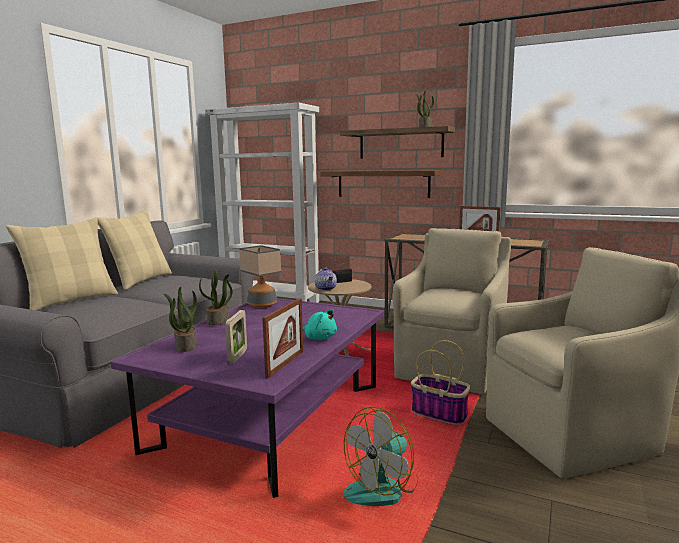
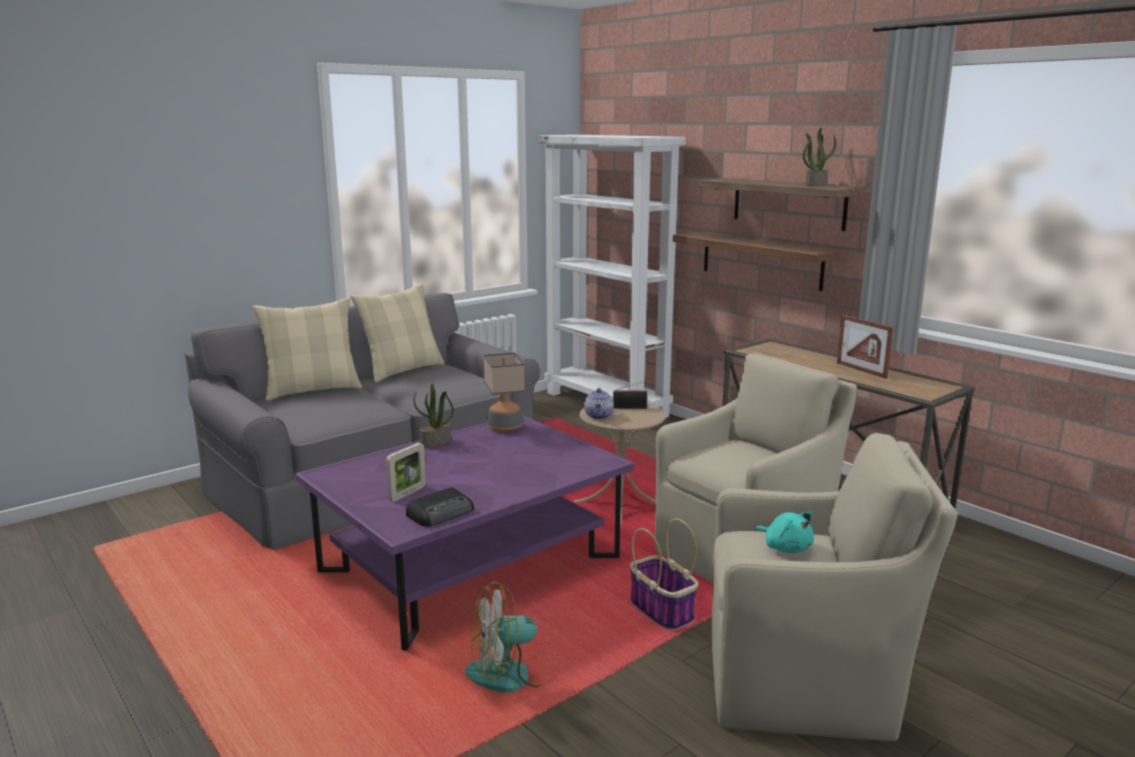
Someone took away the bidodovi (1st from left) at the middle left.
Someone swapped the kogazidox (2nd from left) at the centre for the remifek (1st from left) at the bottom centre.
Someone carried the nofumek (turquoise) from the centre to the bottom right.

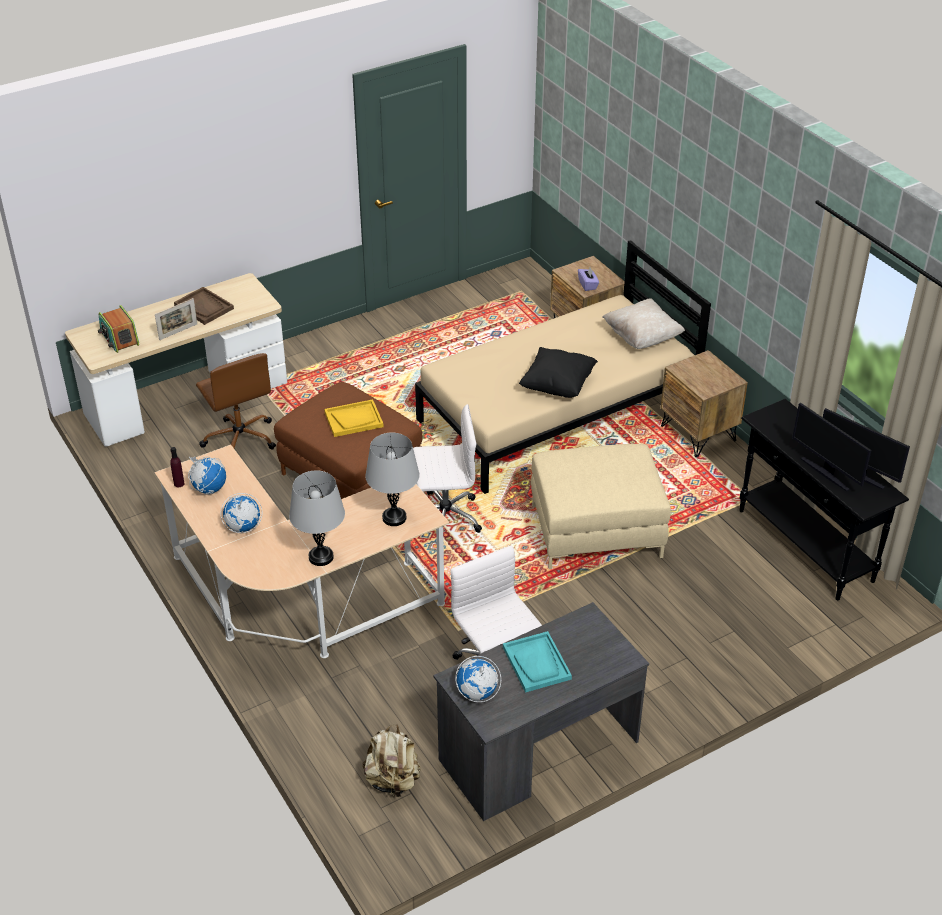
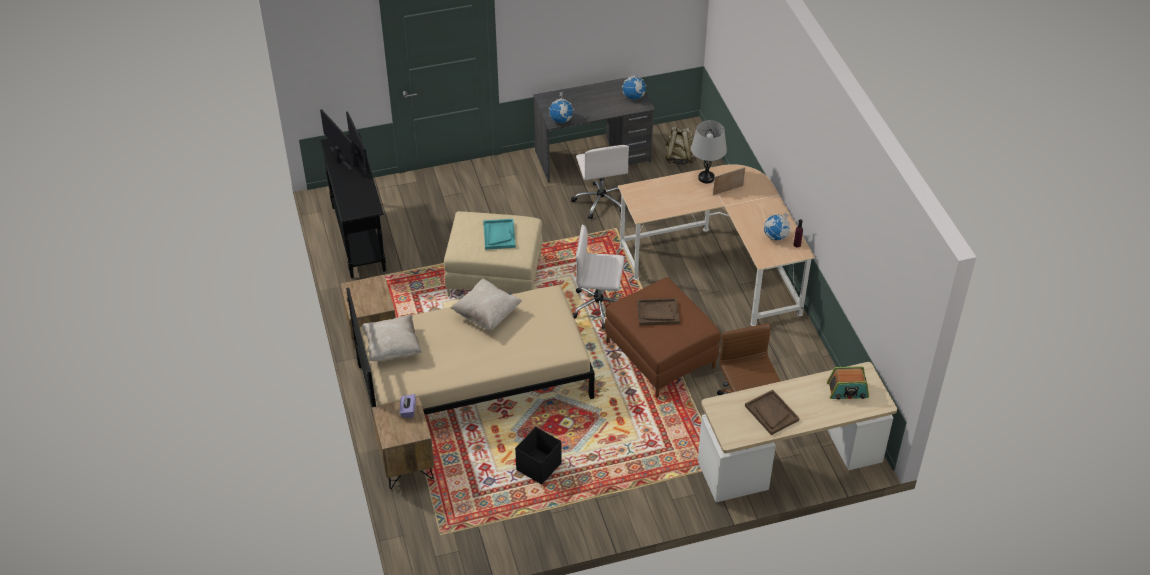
Someone rotated the remifek at the middle left by 105 degrees clockwise.
Someone carried the kogazidox from the middle left to the top centre.
Someone carried the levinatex (2nd from left in the first image) from the middle left to the top centre.
Someone repainted the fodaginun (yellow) at the centre, which became the fodaginun (brown) (1st from left) at the centre.
Someone took away the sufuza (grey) (2nd from left) at the centre.
Someone carried the fodaginun (turquoise) from the bottom centre to the centre.
Someone repainted the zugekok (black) at the centre, which became the zugekok (beige) (2nd from left) at the centre.
Someone put down the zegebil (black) at the bottom centre.

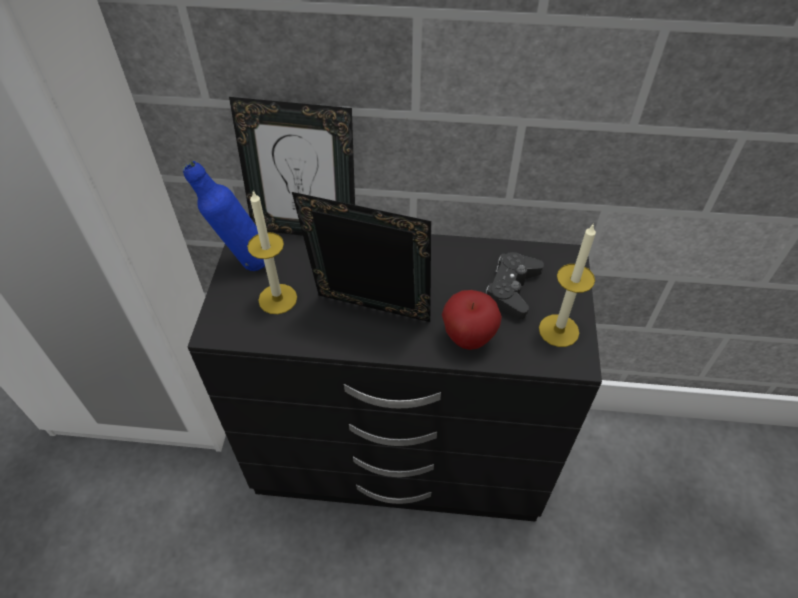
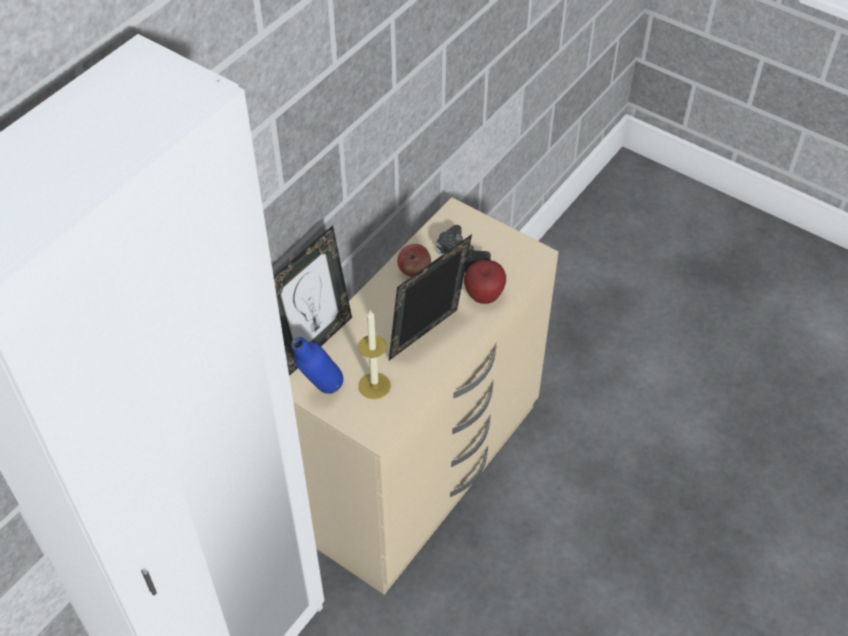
Someone repainted the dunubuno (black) at the centre, which became the dunubuno (beige) at the centre.
Someone took away the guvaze (2nd from left) at the middle right.
Someone put down the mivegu (1st from left) at the centre.

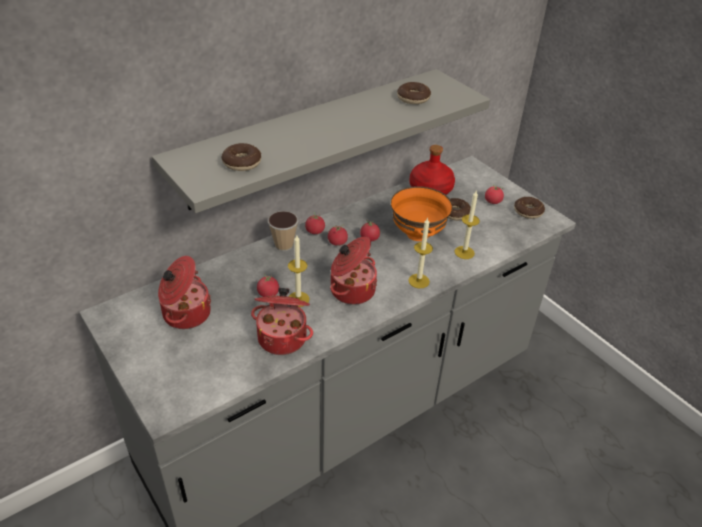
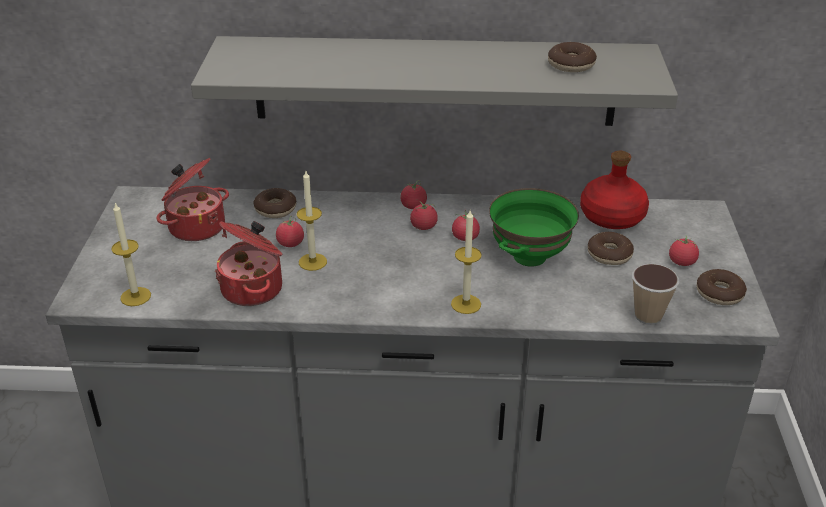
Someone carried the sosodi (1st from left) from the top centre to the middle left.
Someone carried the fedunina from the centre to the middle right.
Someone took away the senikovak (3rd from left) at the centre.
Someone repainted the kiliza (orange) at the centre, which became the kiliza (green) at the centre.
Someone carried the guvaze (3rd from left in the first image) from the centre to the middle left.

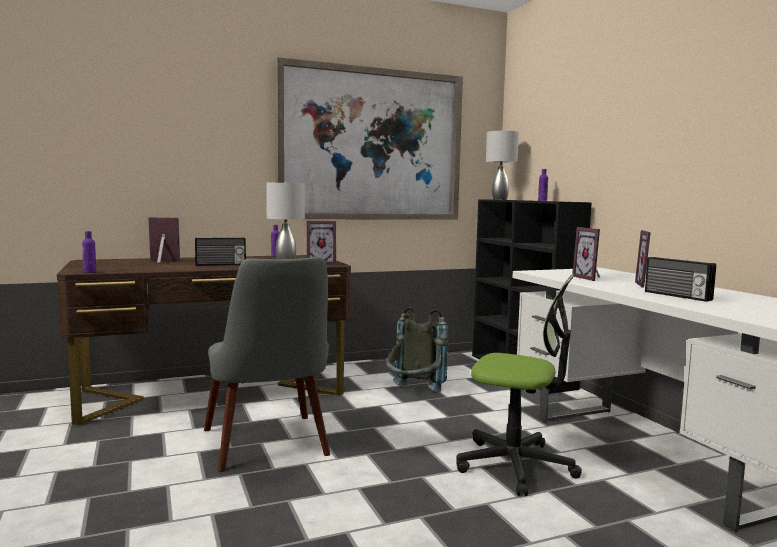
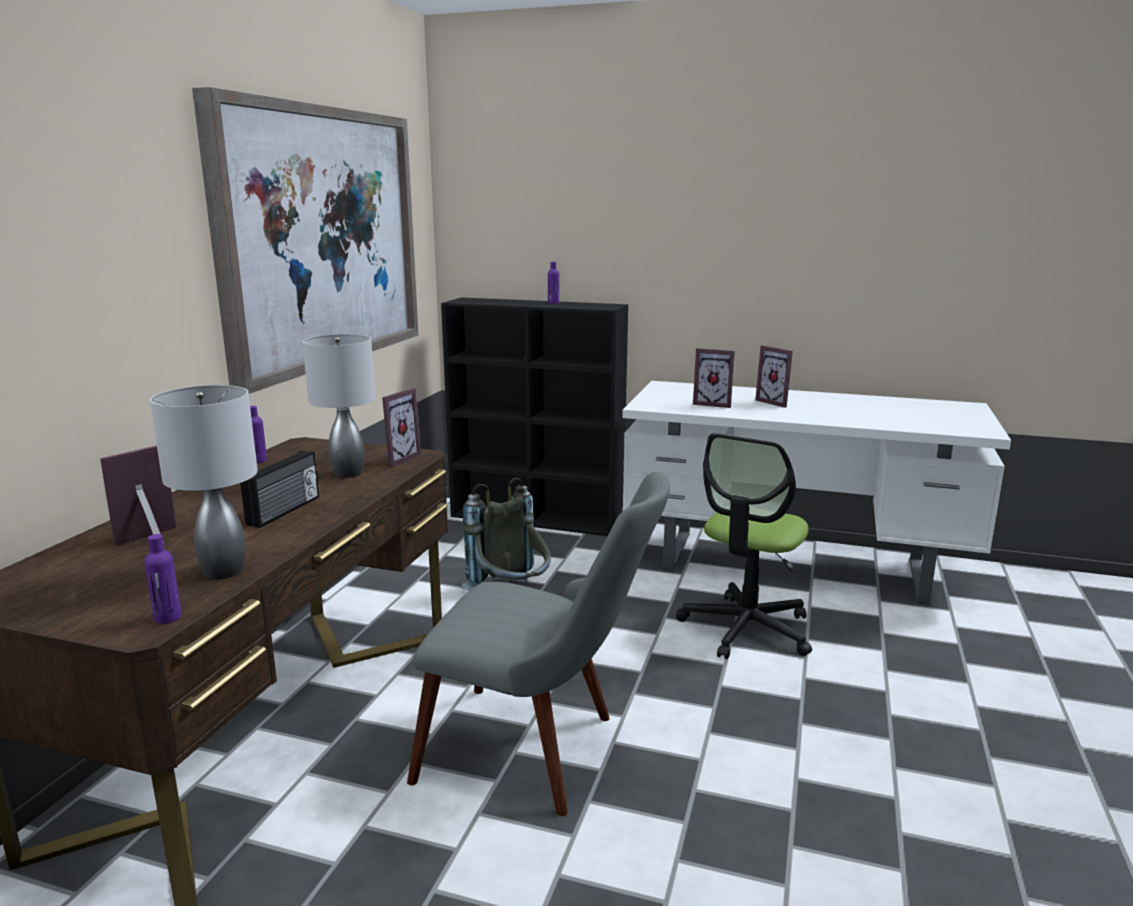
Someone rotated the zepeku at the bottom right by 150 degrees clockwise.
Someone carried the sufuza (grey) (2nd from left in the first image) from the top centre to the middle left.
Someone took away the remifek (2nd from left) at the middle right.

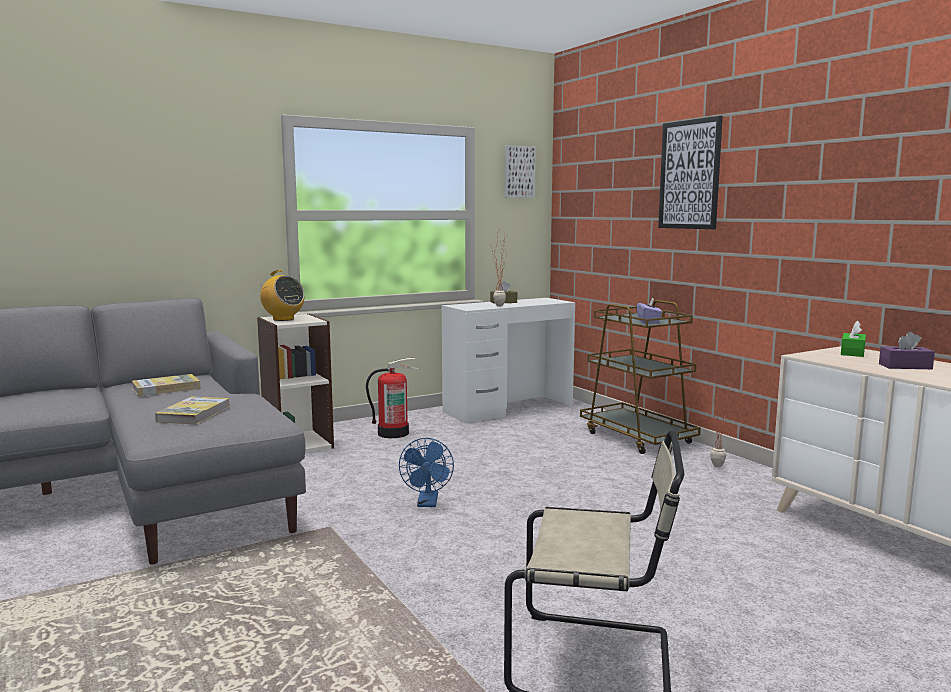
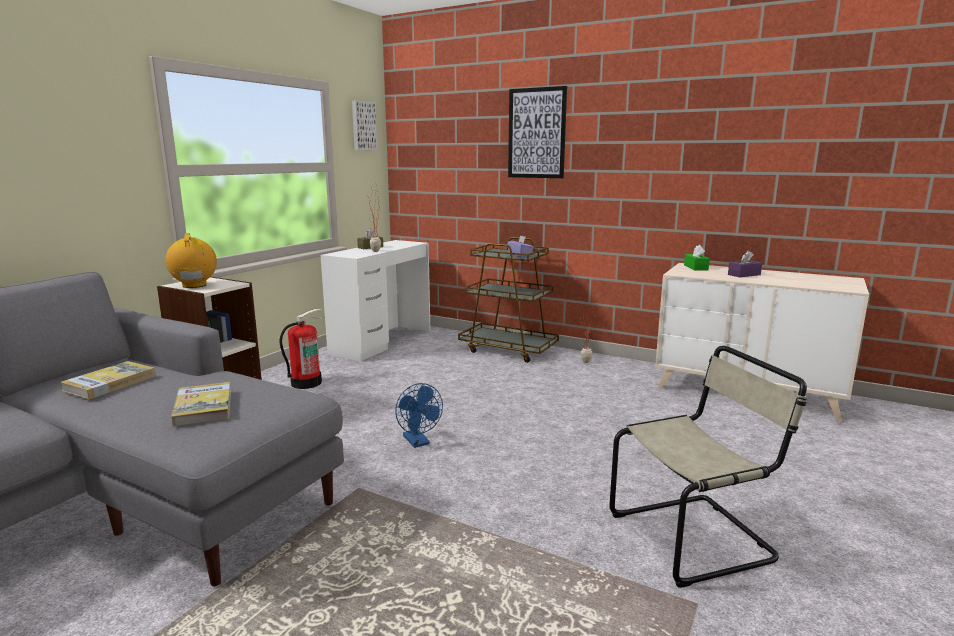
Someone rotated the remifek at the middle left by 120 degrees counterclockwise.

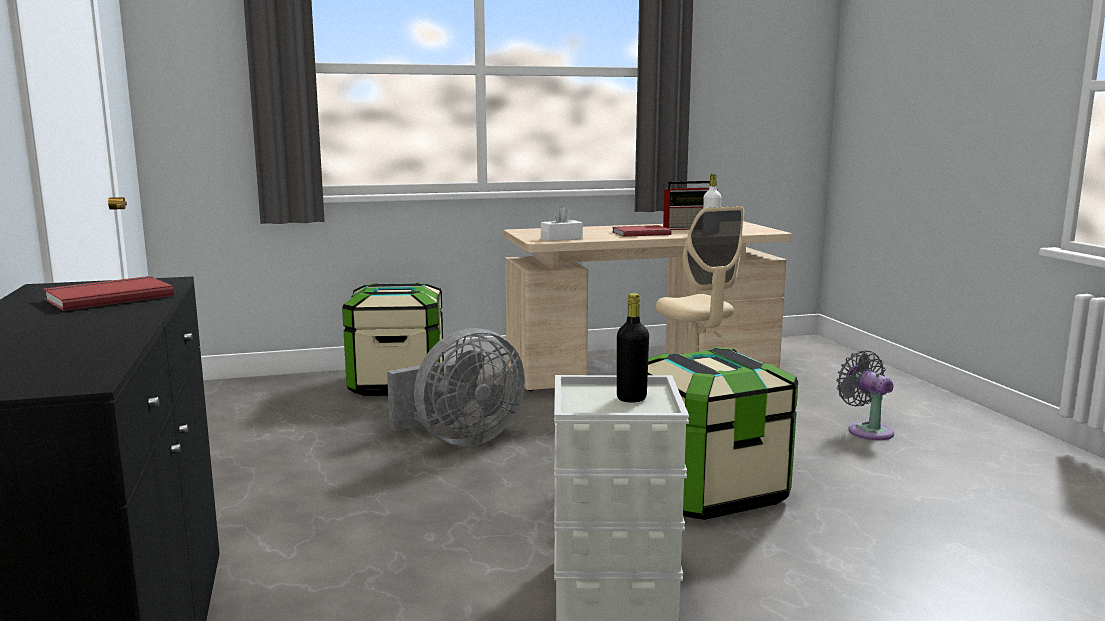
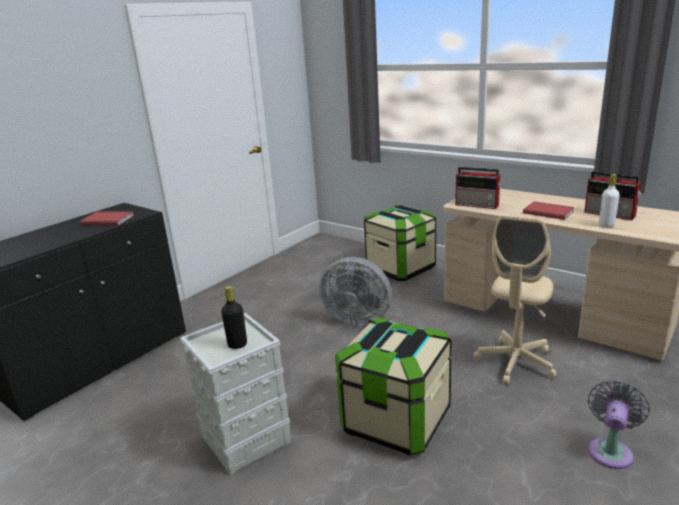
Someone swapped the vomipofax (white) at the centre for the remifek (1st from left) at the middle right.

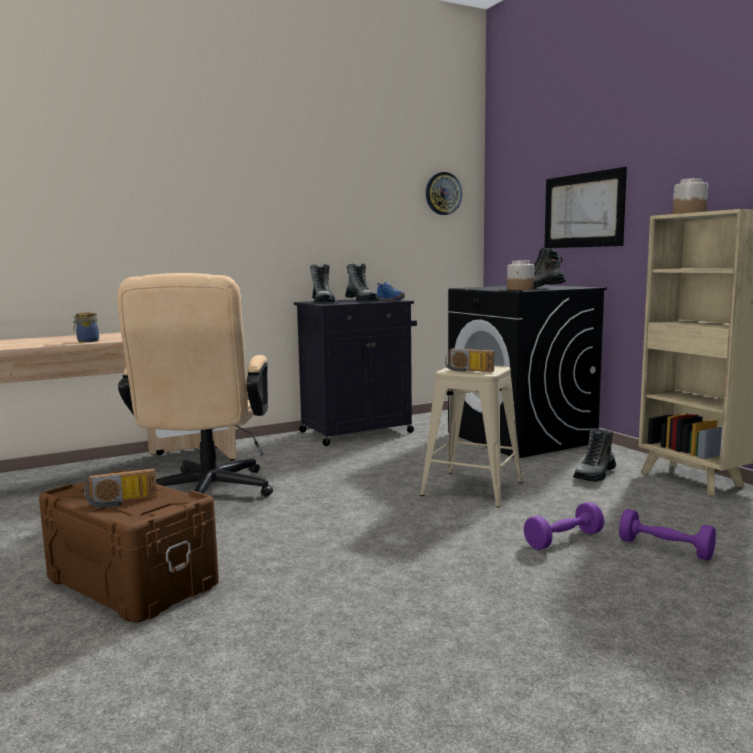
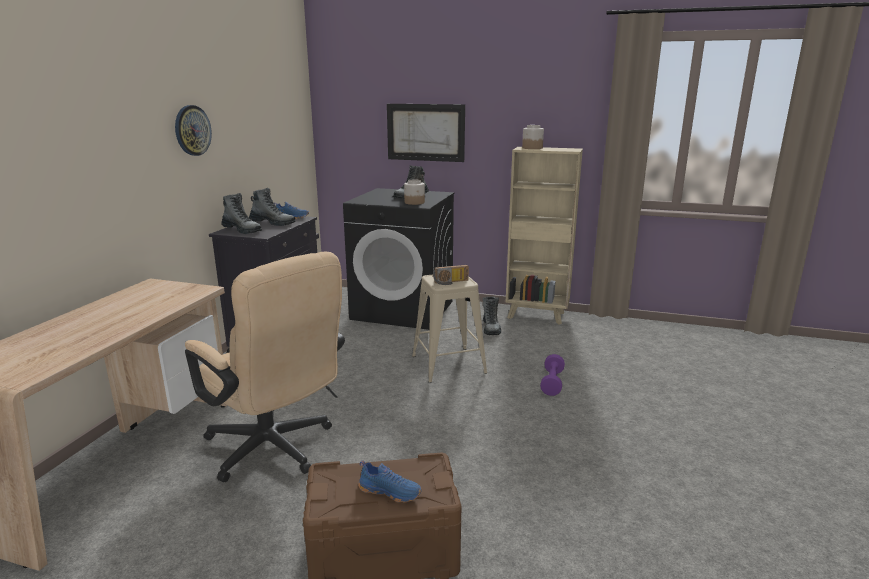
Someone took away the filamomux (1st from left) at the middle left.
Someone swapped the remifek (1st from left) at the middle left for the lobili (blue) (2nd from left) at the bottom centre.
Someone carried the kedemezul from the top centre to the top left.
Someone took away the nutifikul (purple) (2nd from left) at the bottom right.

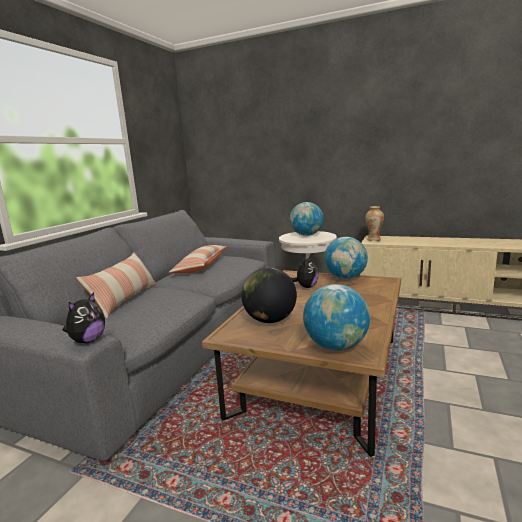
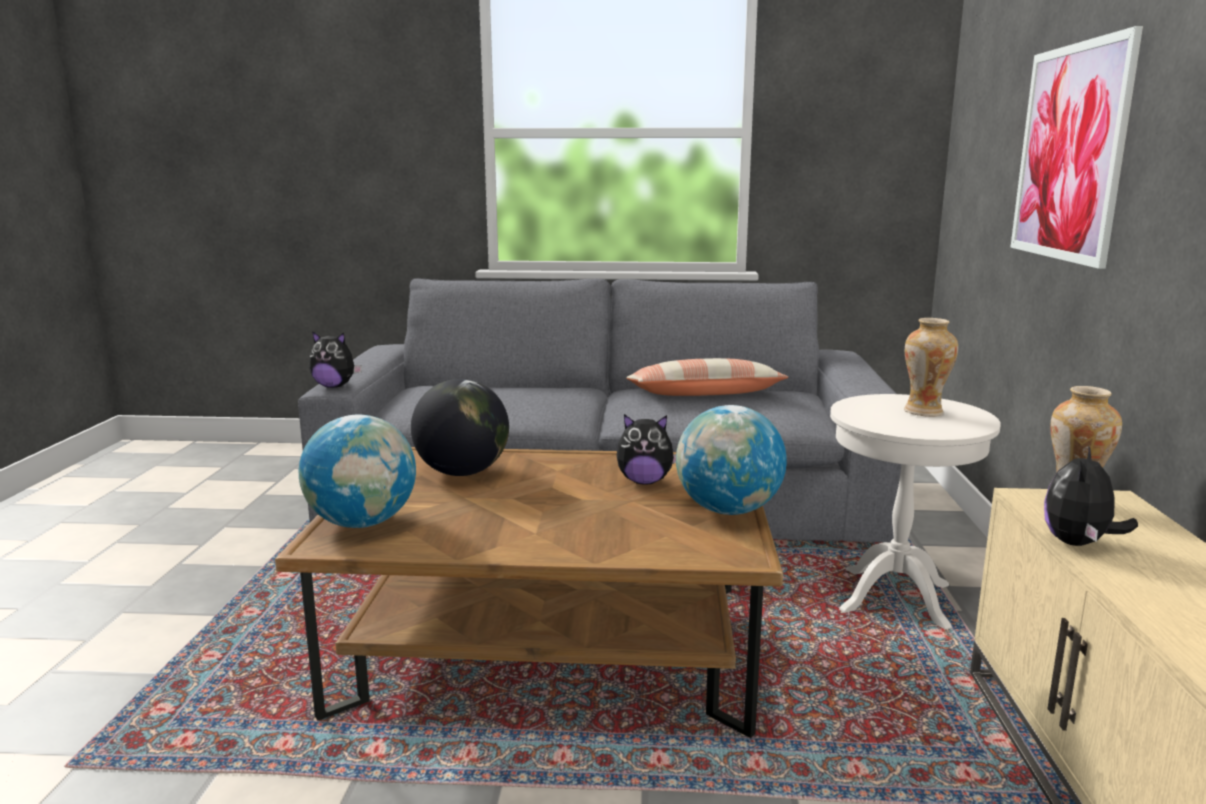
Someone took away the zugekok (1st from left) at the middle left.
Someone swapped the levinatex (2nd from left) at the centre for the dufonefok (1st from left) at the middle right.
Someone put up the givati at the top right.
Someone put down the nofumek (3rd from left) at the middle right.

